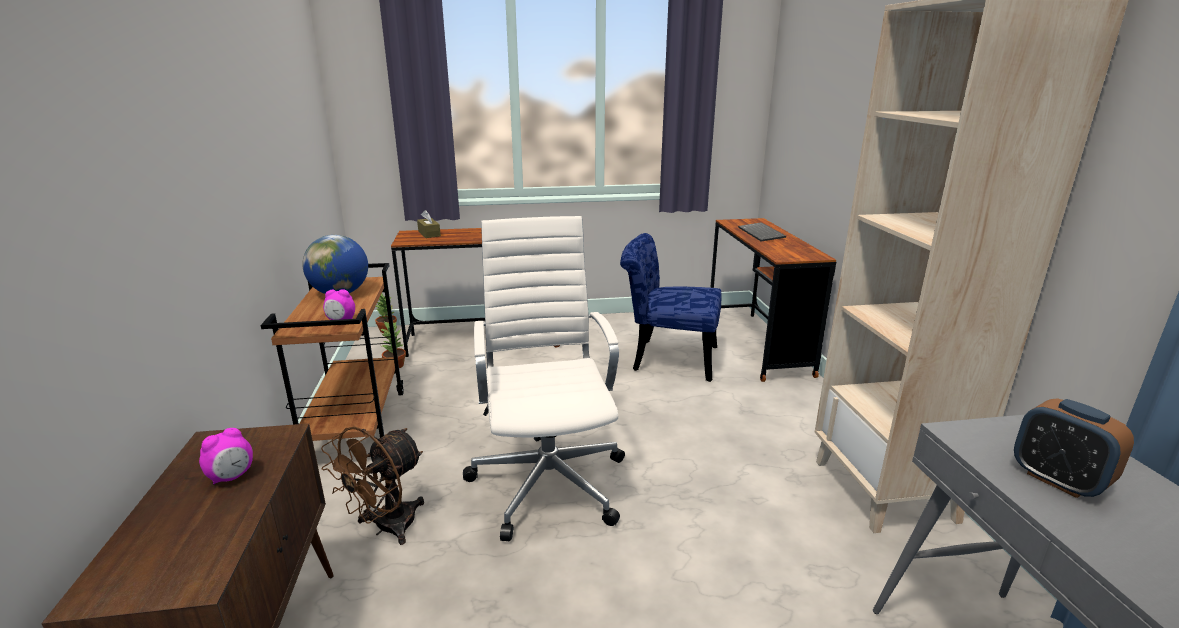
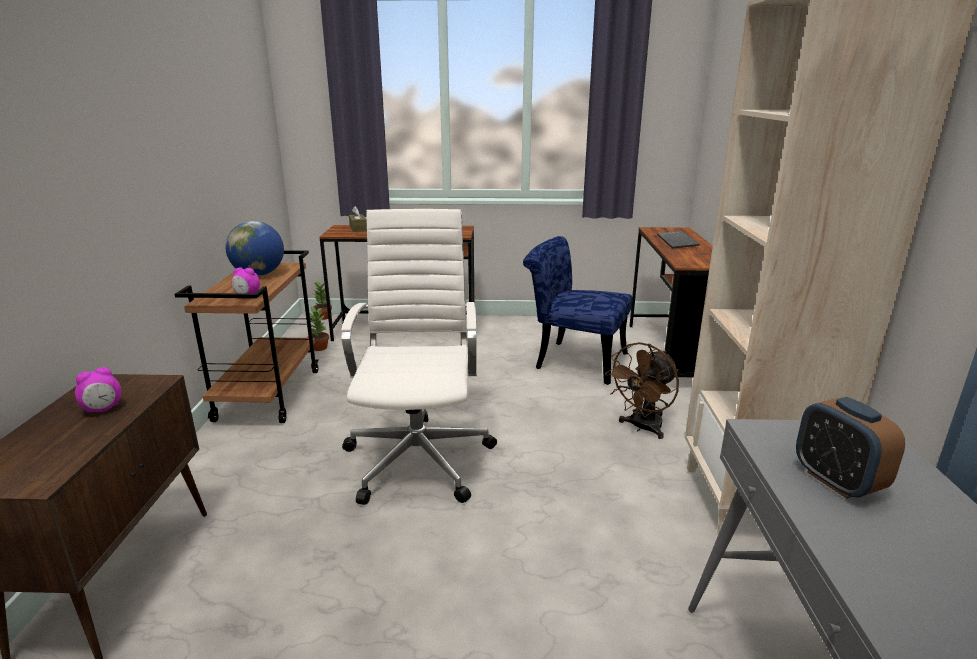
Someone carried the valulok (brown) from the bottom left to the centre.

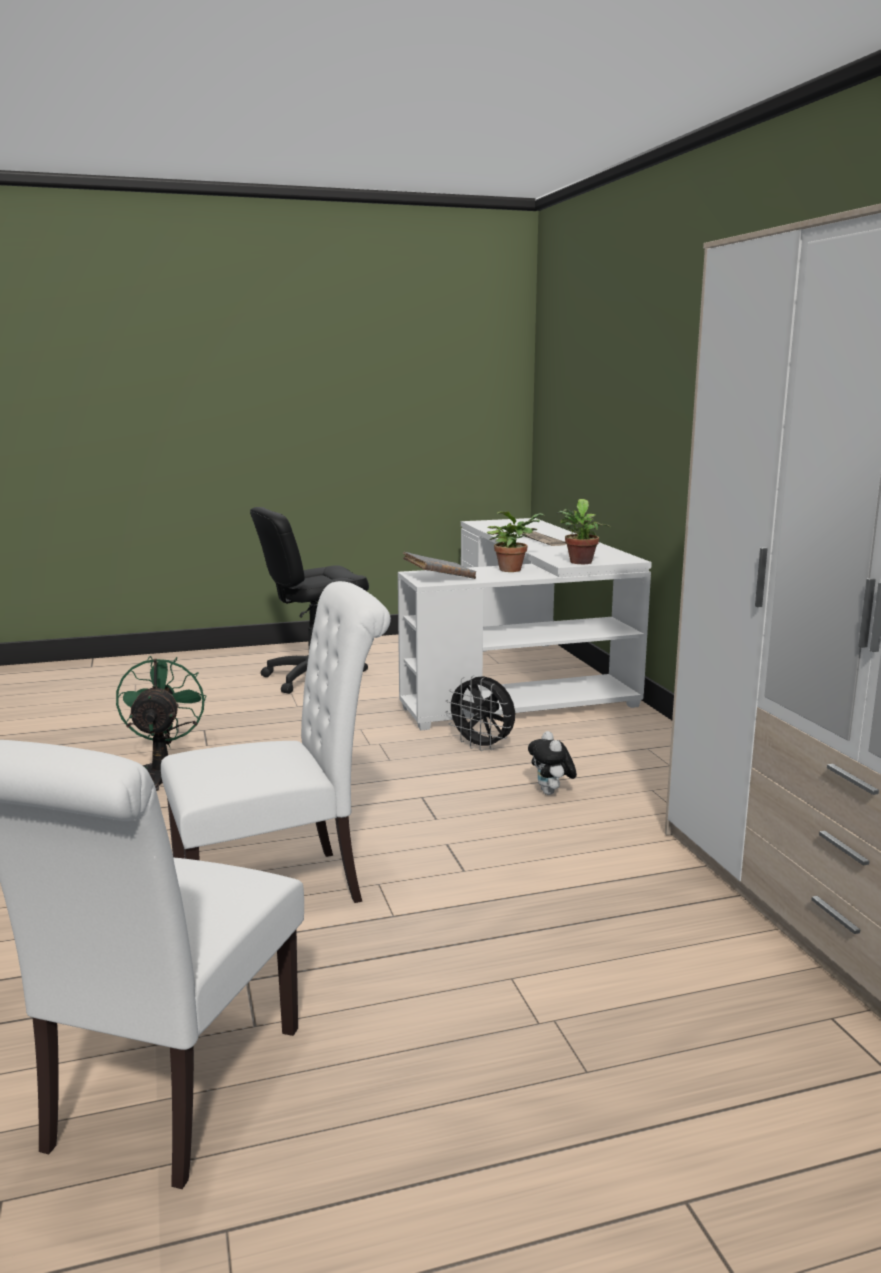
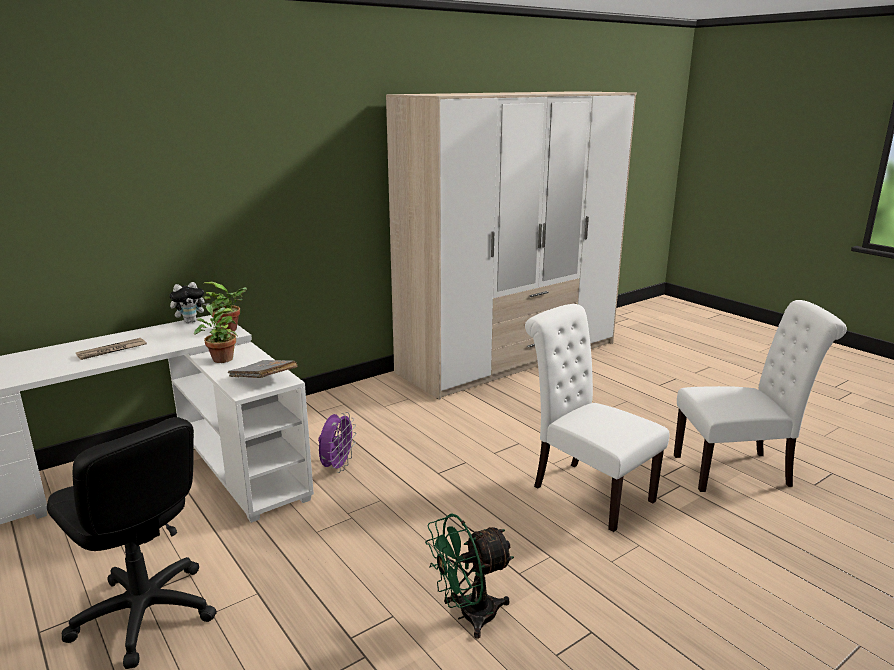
Someone repainted the valulok (black) at the centre, which became the valulok (purple) at the centre.
Someone carried the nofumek from the centre to the middle left.

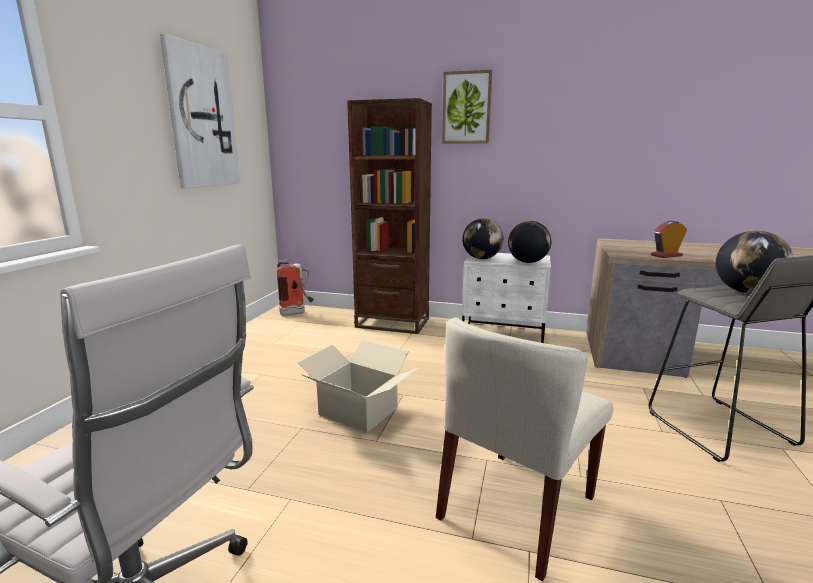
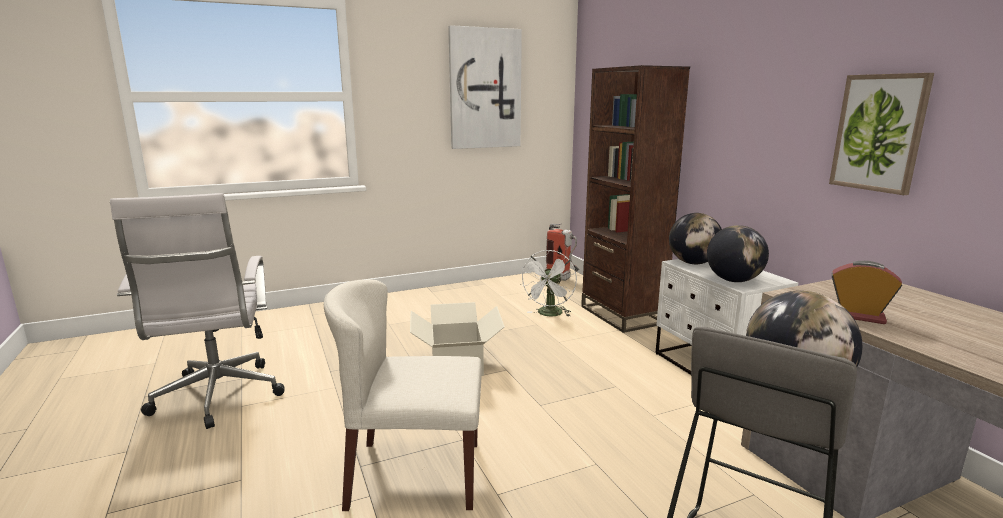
Someone carried the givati (2nd from left) from the top centre to the top right.
Someone put down the valulok (white) at the centre.

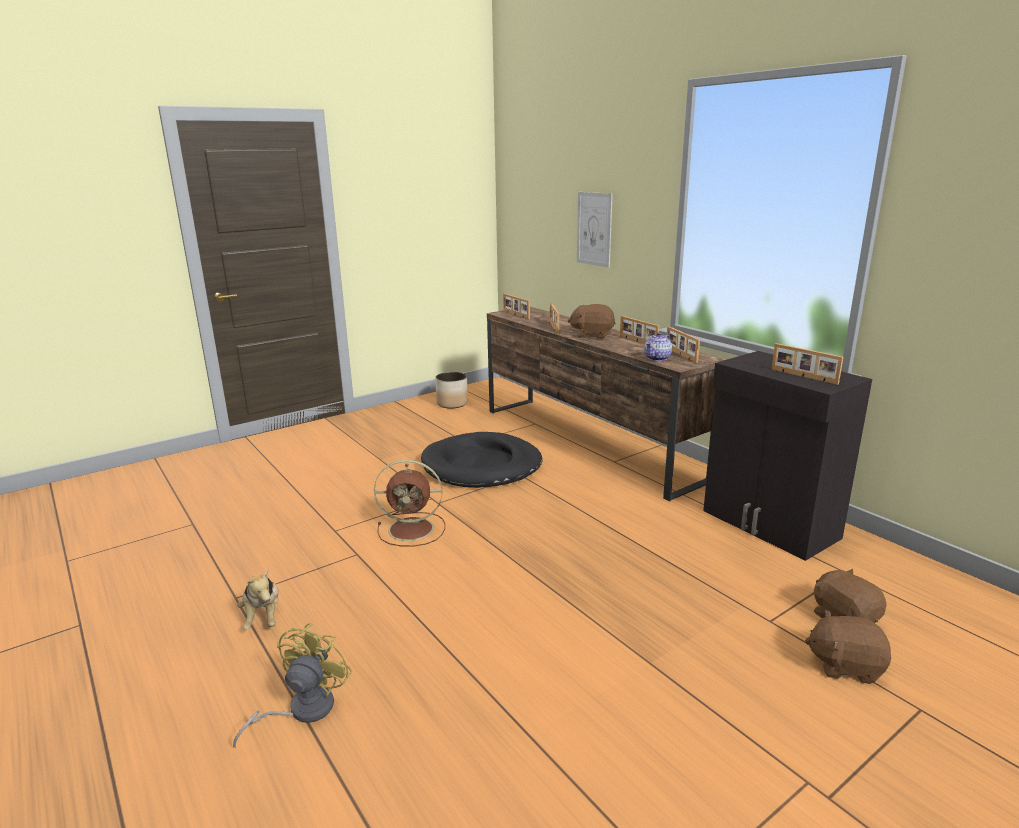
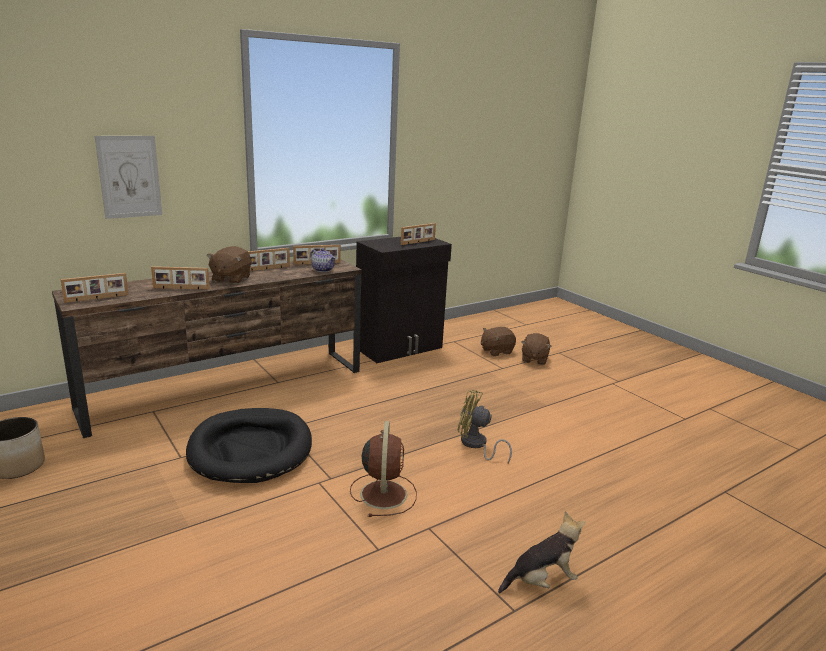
Someone carried the valulok (yellow) from the bottom left to the centre.

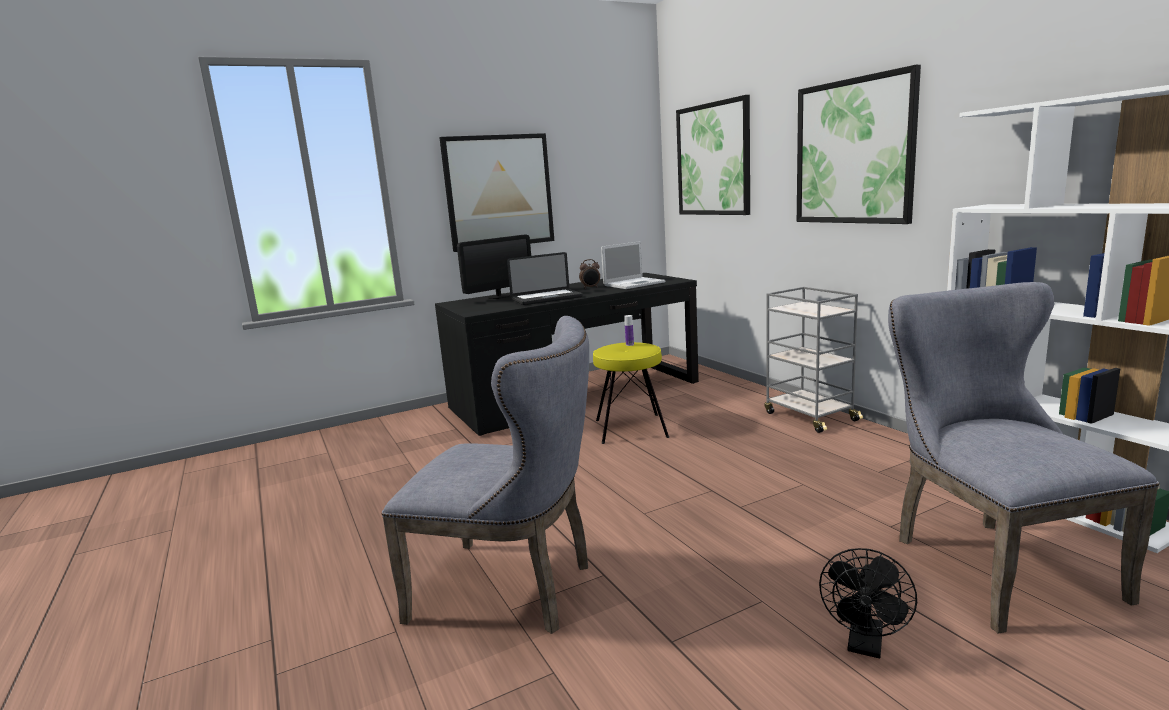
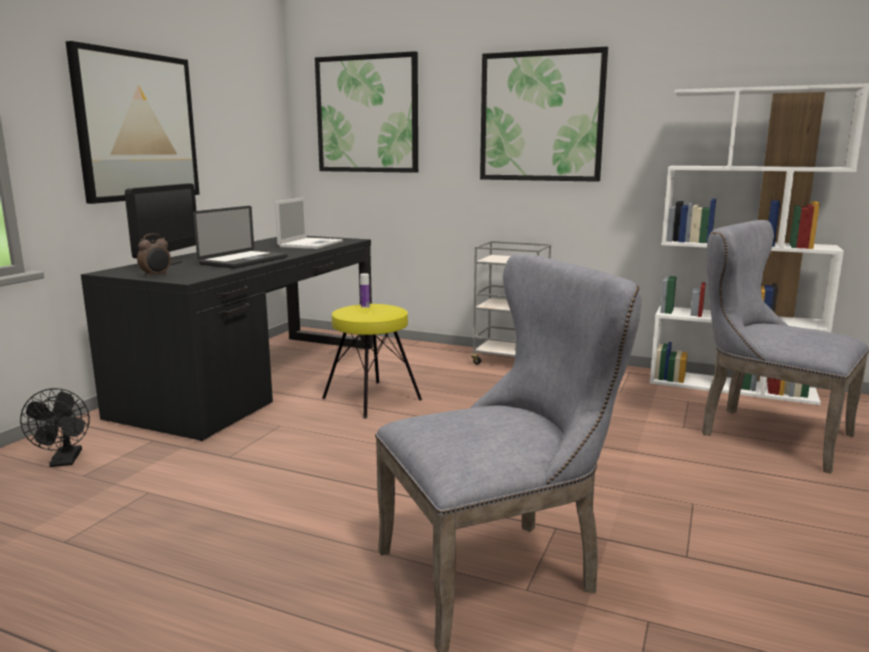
Someone carried the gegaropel from the centre to the middle left.
Someone carried the valulok (black) from the bottom right to the middle left.

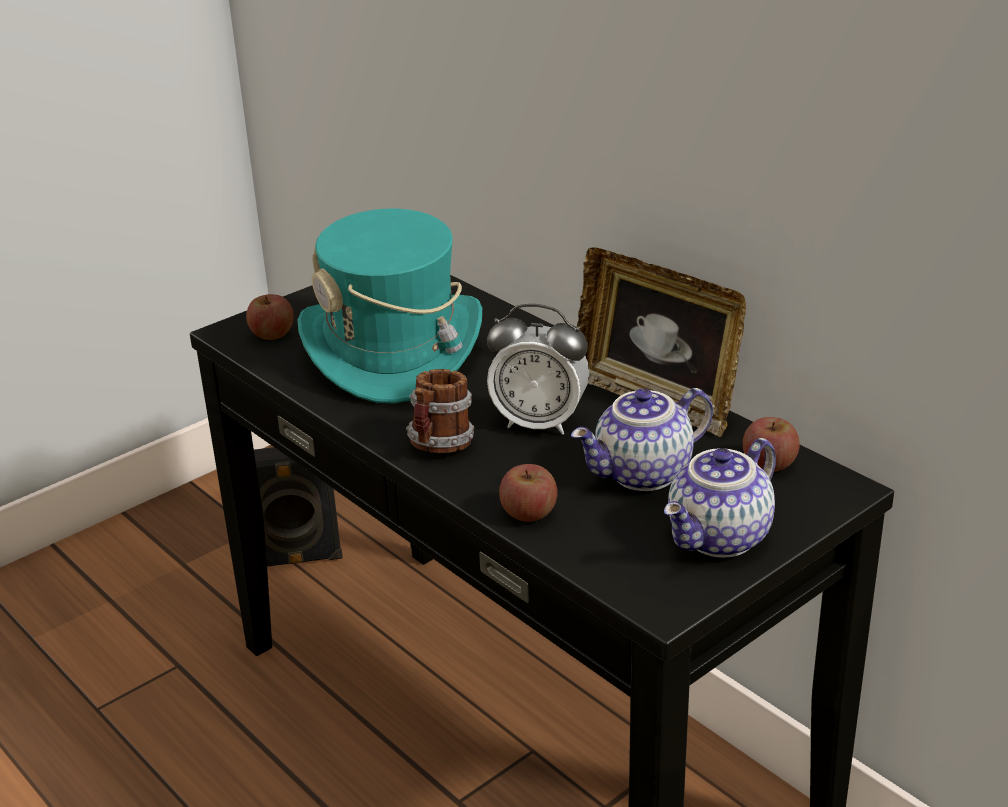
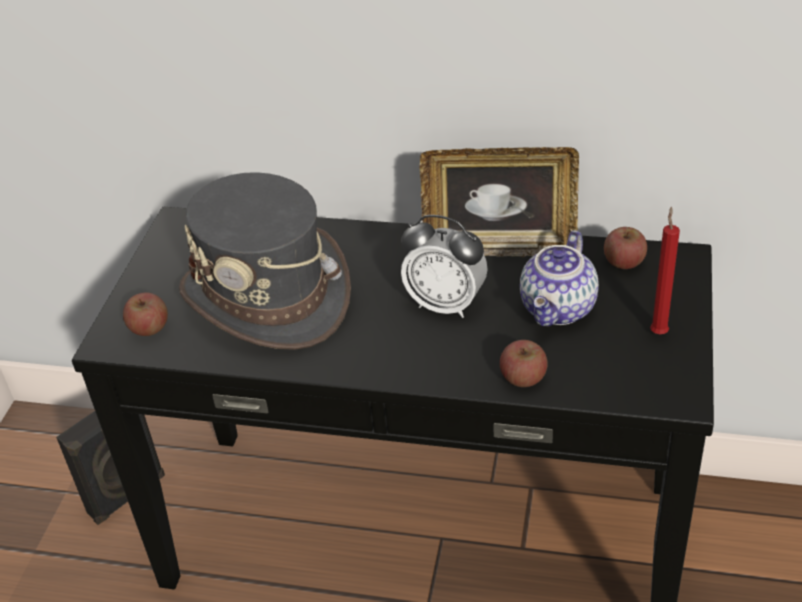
Someone repainted the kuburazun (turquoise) at the centre, which became the kuburazun (grey) at the middle left.
Someone took away the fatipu at the centre.
Someone rotated the gegaropel at the centre by 45 degrees clockwise.
Someone swapped the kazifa (2nd from left) at the middle right for the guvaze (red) at the middle right.

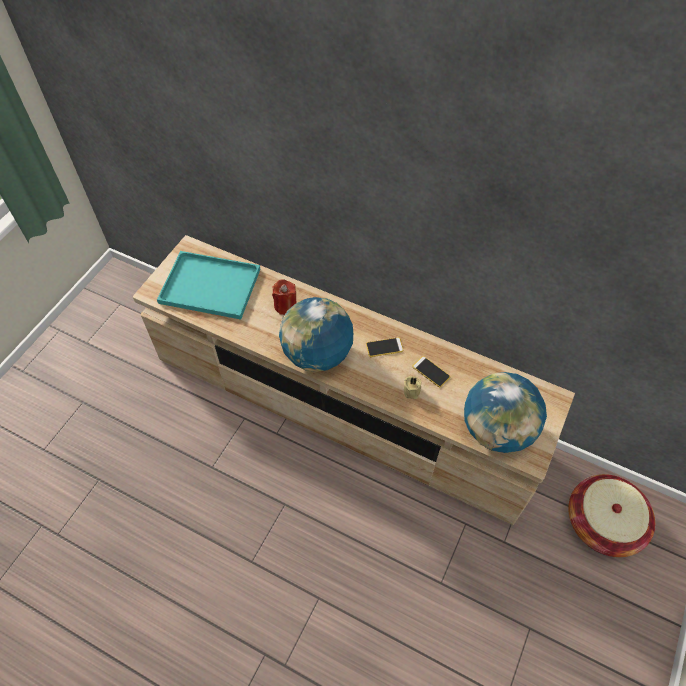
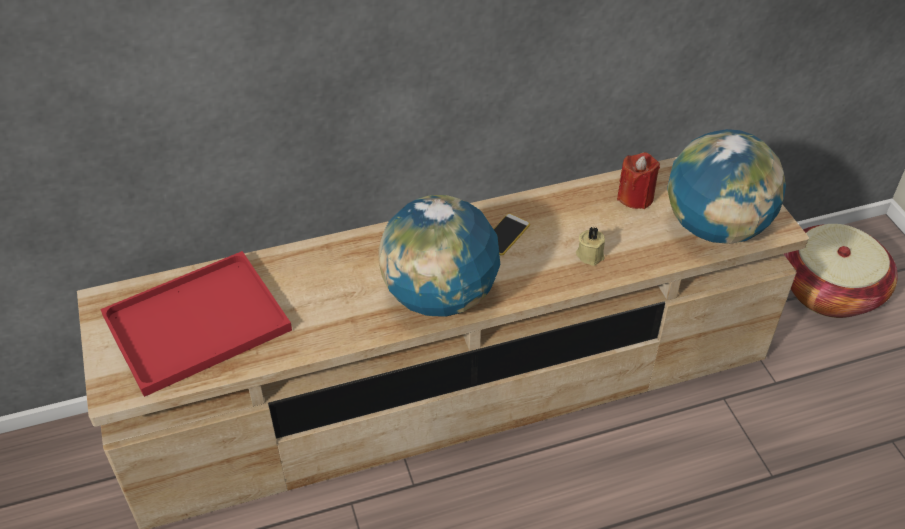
Someone repainted the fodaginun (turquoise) at the middle left, which became the fodaginun (red) at the middle left.
Someone carried the guvaze (red) from the centre to the middle right.
Someone took away the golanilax (2nd from left) at the centre.

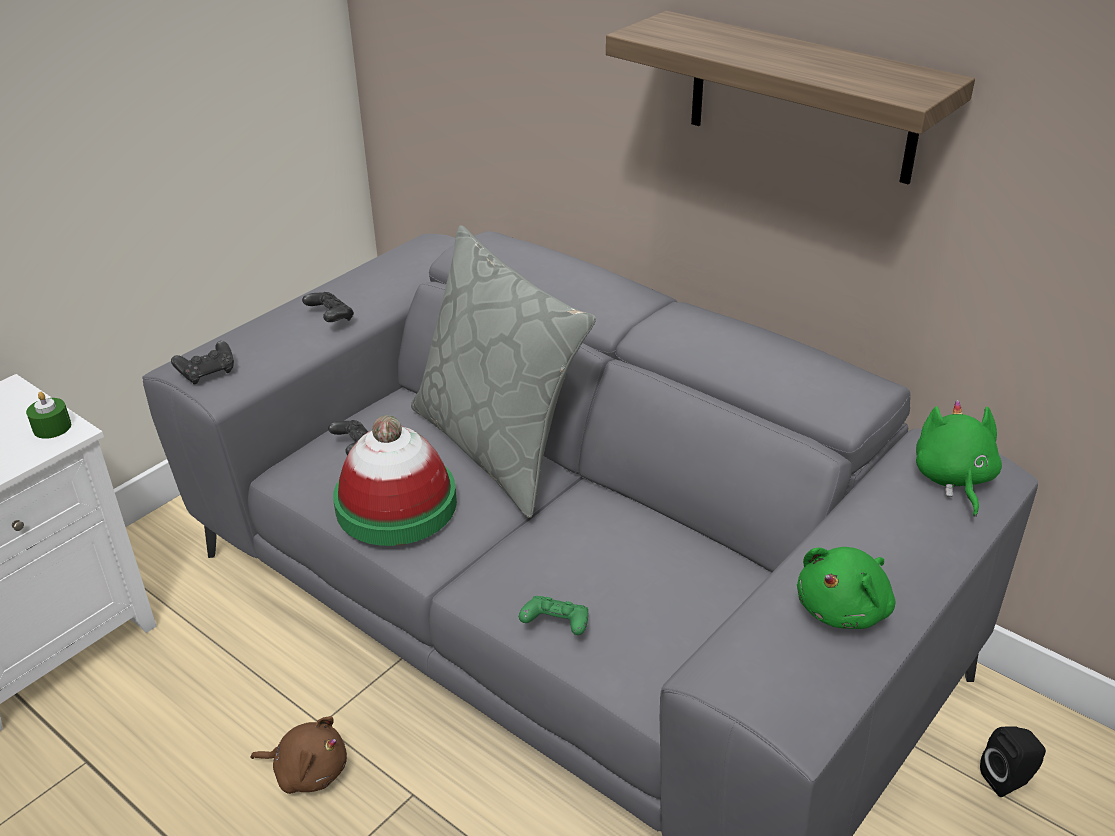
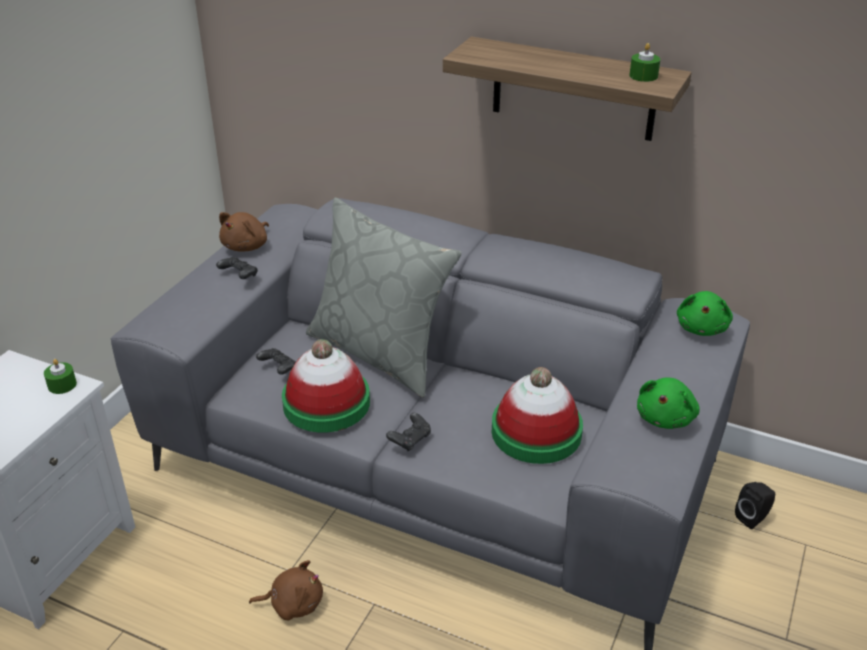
Someone carried the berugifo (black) (1st from left in the first image) from the middle left to the centre.
Someone took away the berugifo (green) at the bottom centre.
Someone rotated the nofumek (green) (2nd from left) at the middle right by 150 degrees counterclockwise.
Someone put down the nofumek (brown) (1st from left) at the middle left.
Someone put down the kuburazun (2nd from left) at the centre.
Someone put down the guvaze (green) (2nd from left) at the top right.

